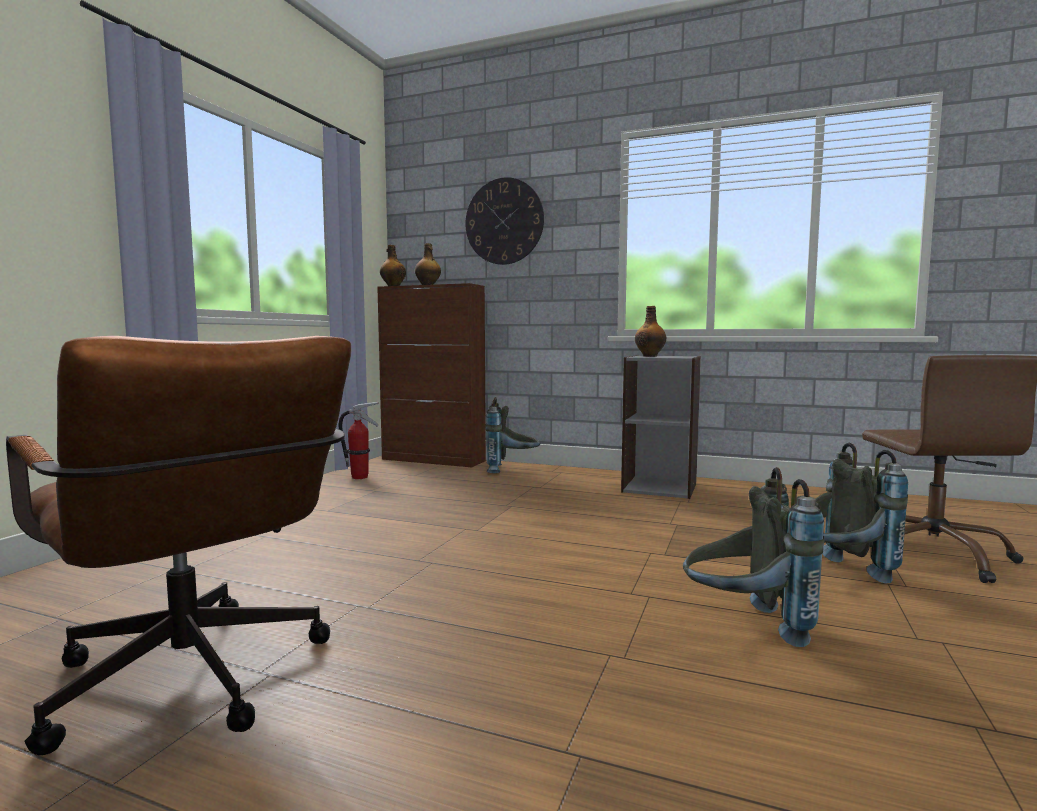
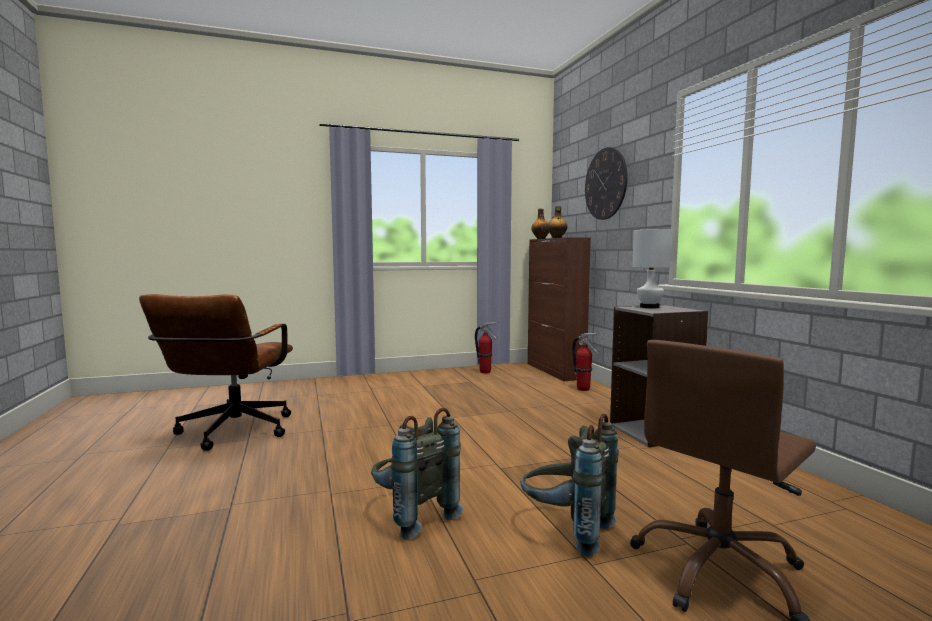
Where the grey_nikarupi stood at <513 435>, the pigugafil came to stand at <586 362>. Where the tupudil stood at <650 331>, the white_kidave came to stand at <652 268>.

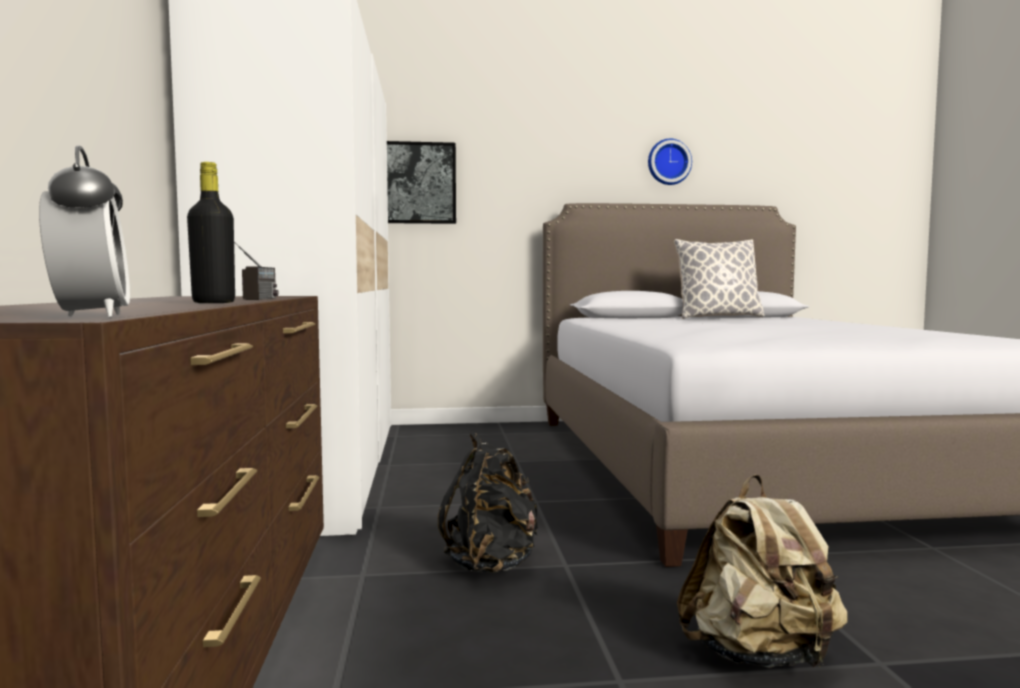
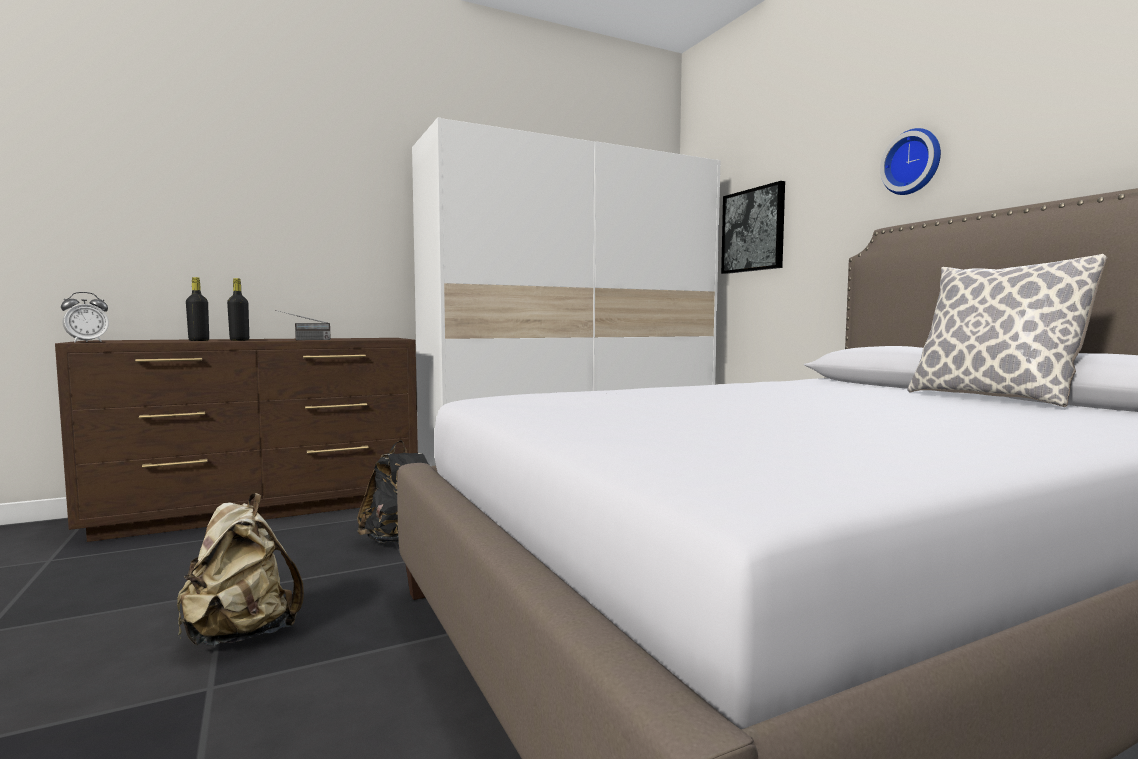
The second view gained the black_tupudil at <197 309>. The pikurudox ended up elsewhere, having gone from <670 162> to <910 161>.

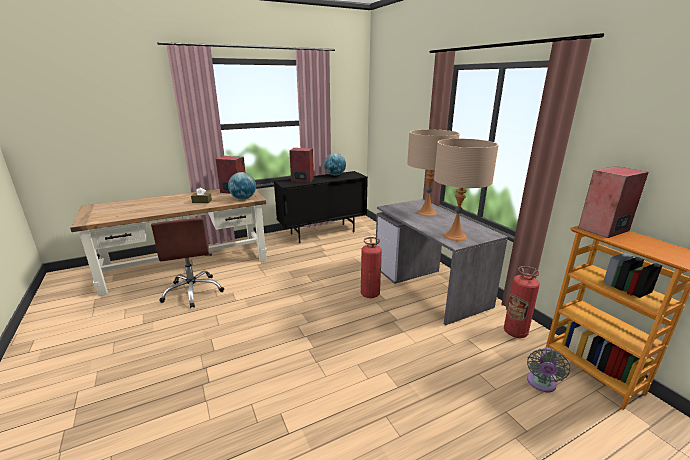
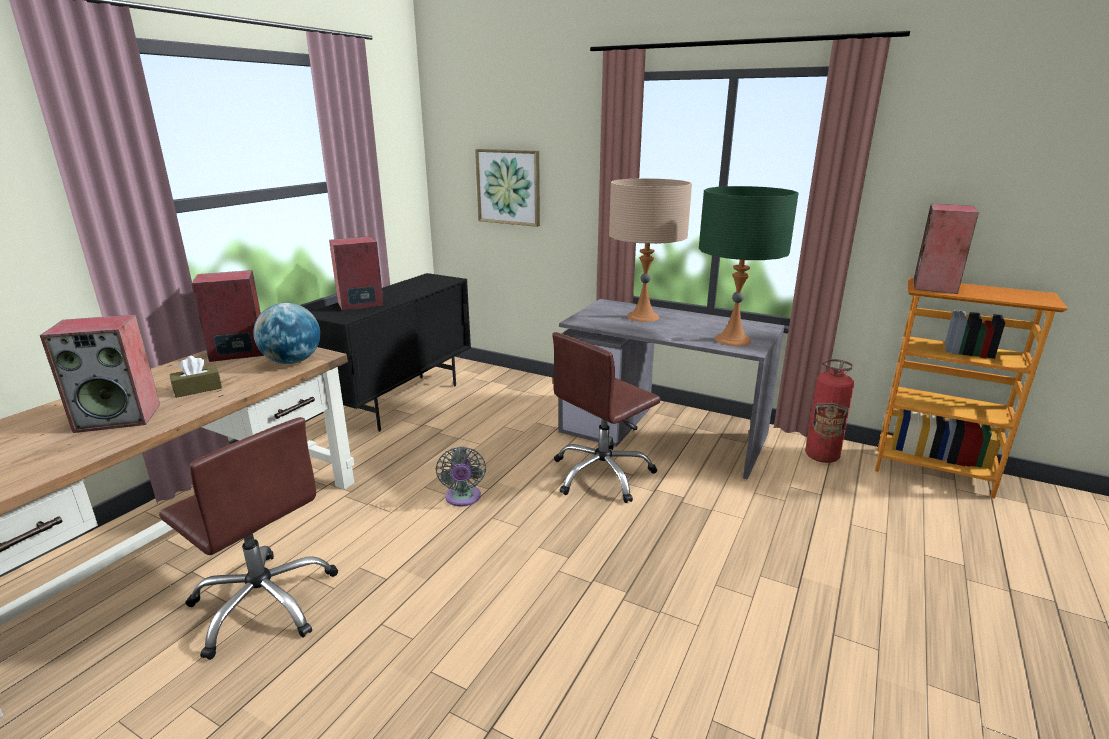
The second view lost the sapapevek at <335 164>. The second view gained the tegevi at <100 373>. The second view gained the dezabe at <507 188>. The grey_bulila ended up elsewhere, having gone from <548 369> to <460 476>. Where the pigugafil stood at <371 267>, the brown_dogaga came to stand at <606 417>. What was the beige_kidave at <466 190> turned into the green_kidave at <749 266>.

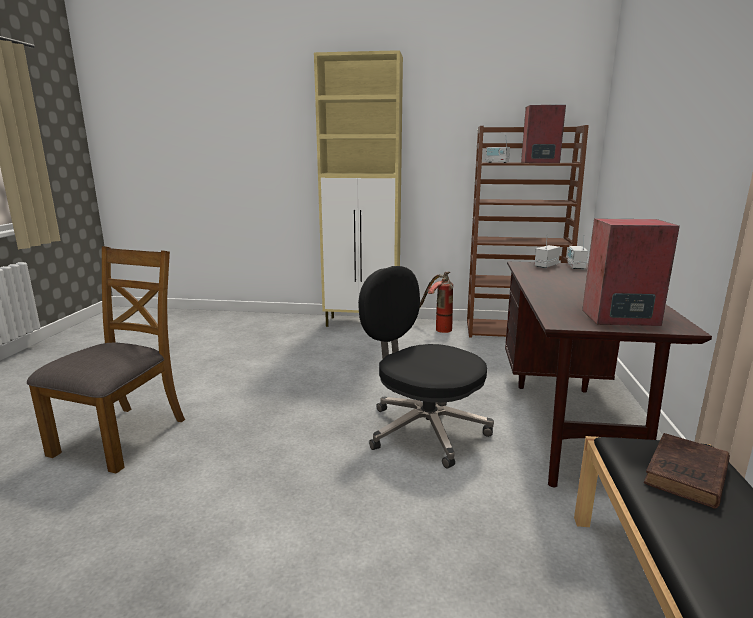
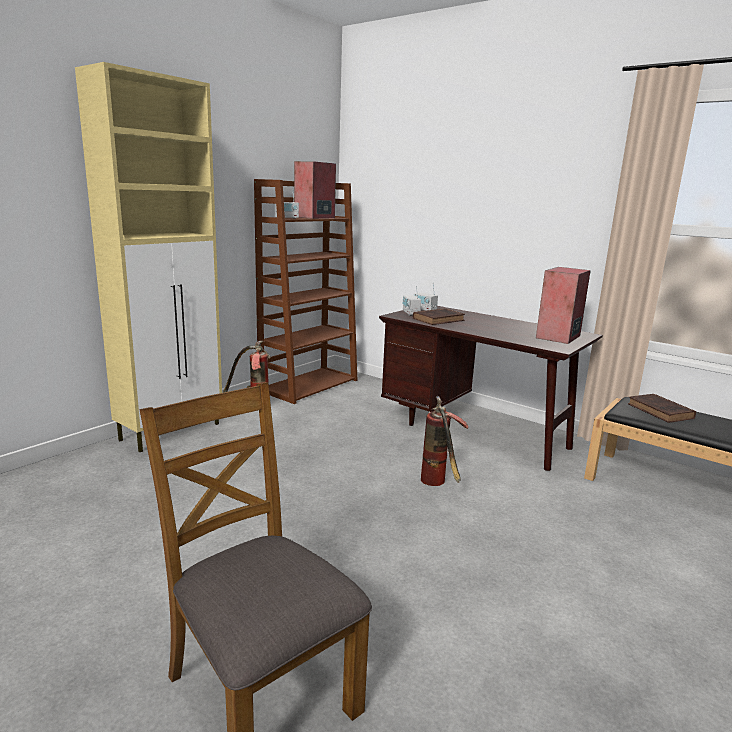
The second view gained the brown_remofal at <439 316>. Where the black_dogaga stood at <426 367>, the pigugafil came to stand at <444 441>.

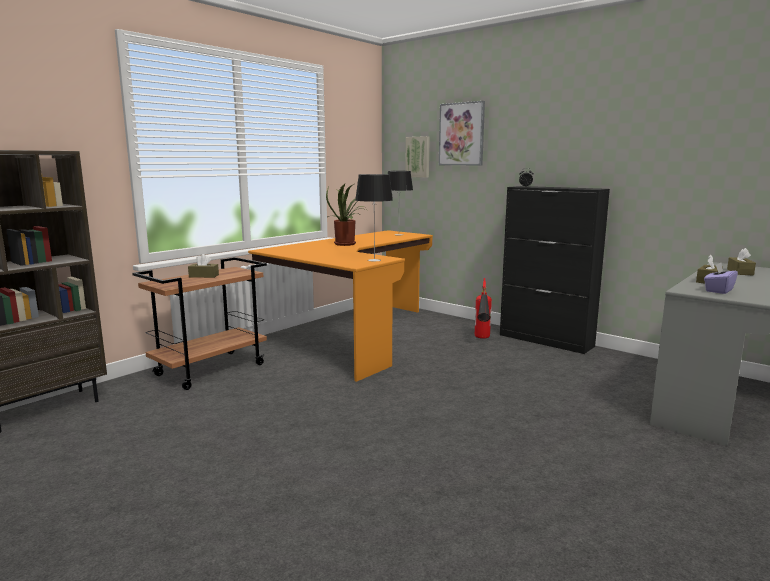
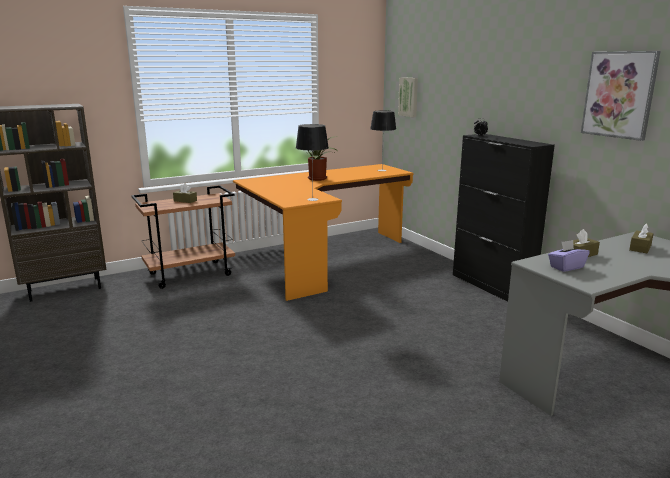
The second view lost the pigugafil at <483 308>. The dezabe ended up elsewhere, having gone from <462 133> to <621 96>.

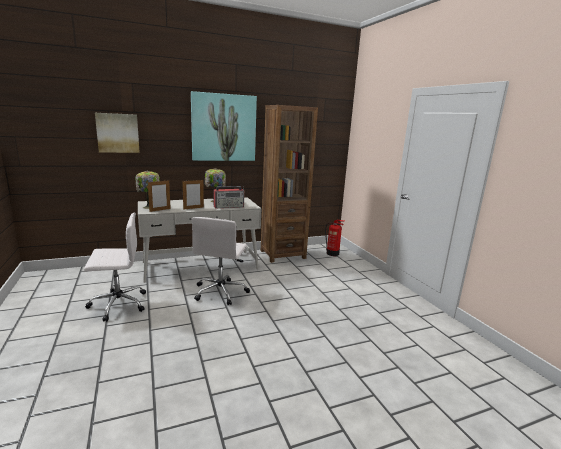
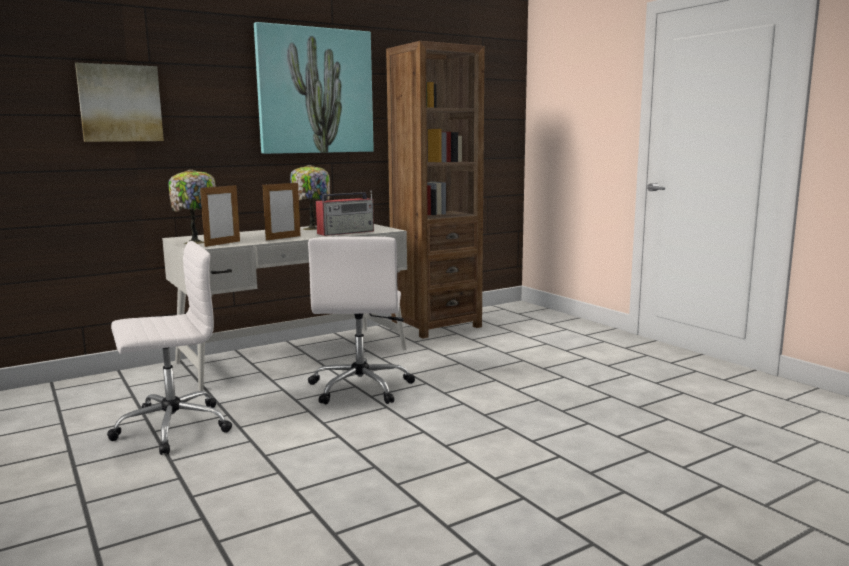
The second view lost the pigugafil at <334 238>.

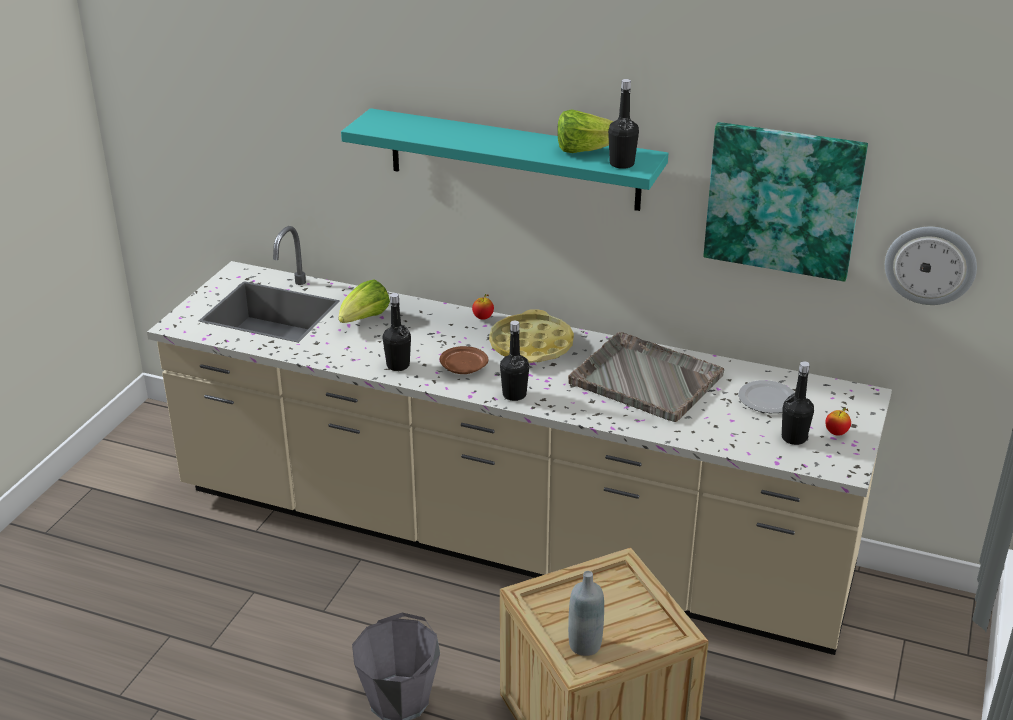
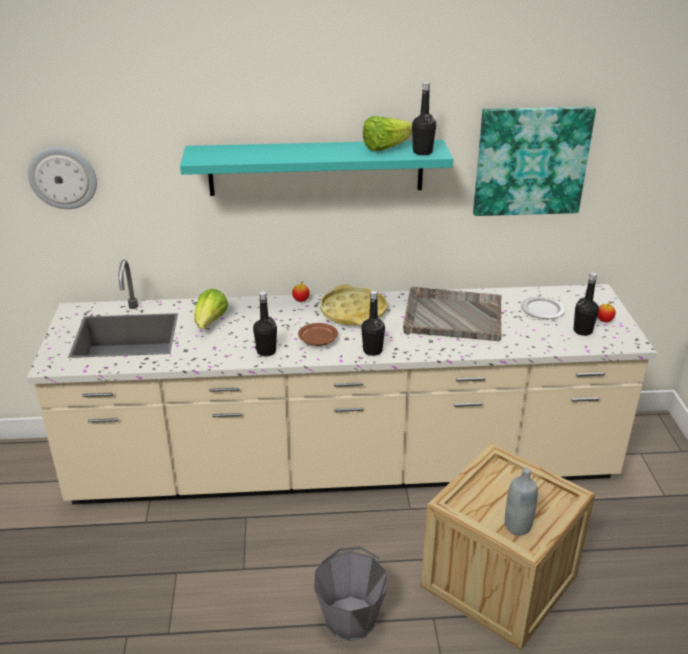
The pikurudox ended up elsewhere, having gone from <931 266> to <62 178>.

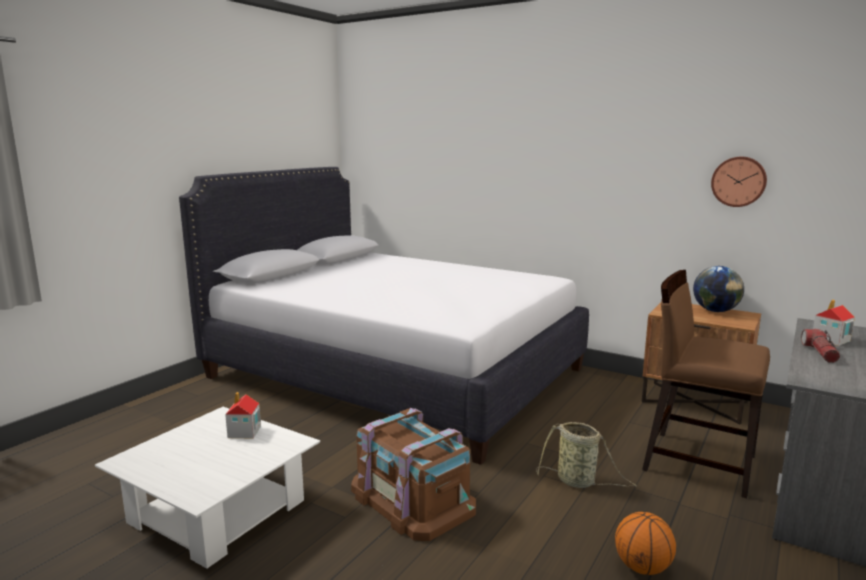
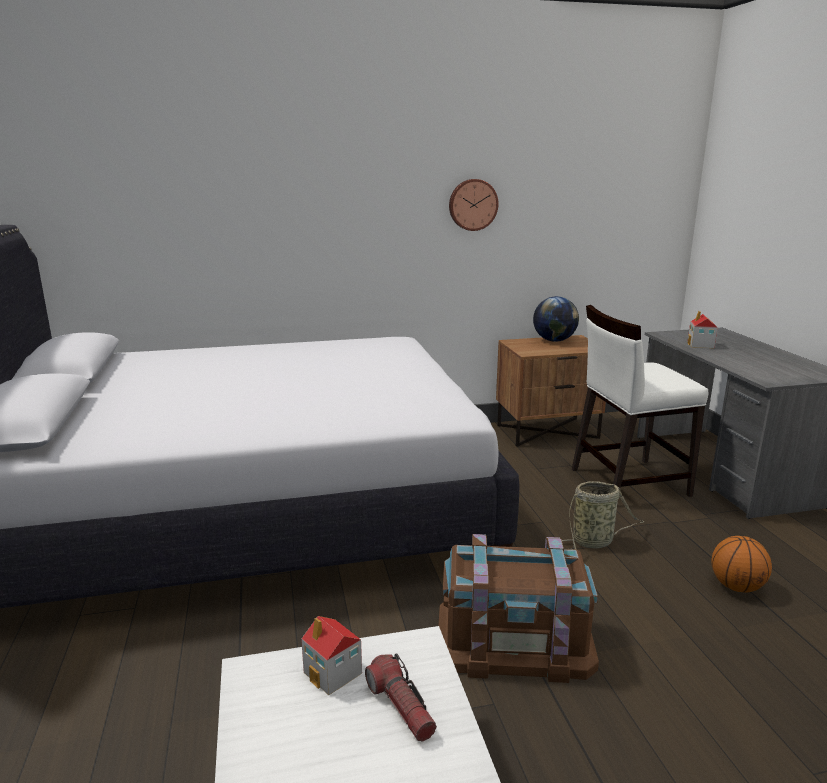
The pikurudox ended up elsewhere, having gone from <739 182> to <474 205>. The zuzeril ended up elsewhere, having gone from <820 346> to <401 697>. What was the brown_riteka at <706 384> turned into the white_riteka at <640 401>.

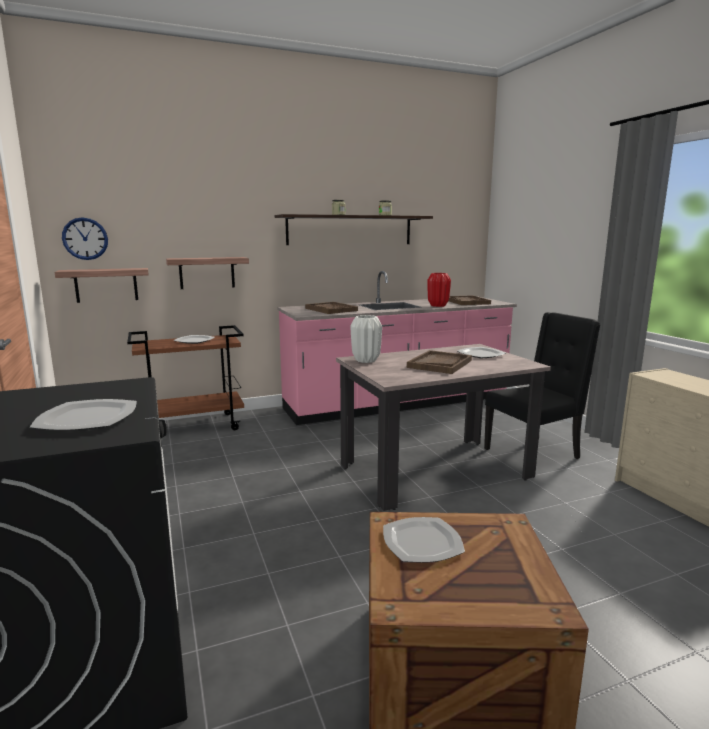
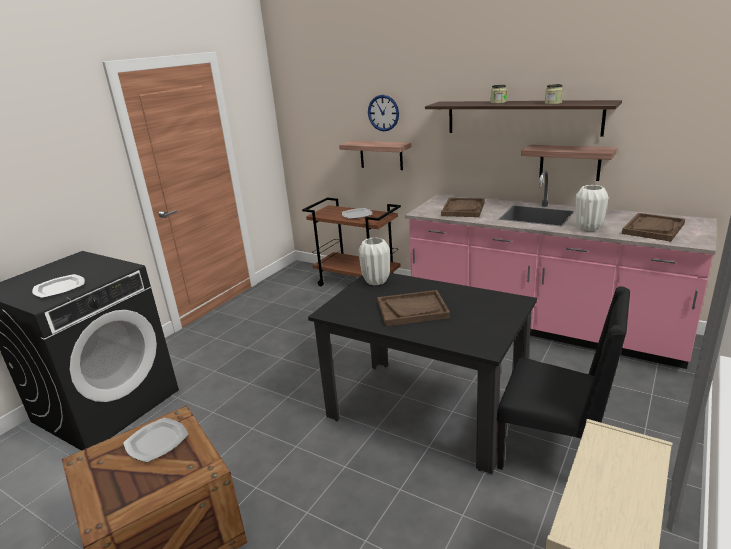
The second view lost the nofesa at <481 352>. The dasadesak ended up elsewhere, having gone from <102 285> to <569 163>. The pikurudox ended up elsewhere, having gone from <85 238> to <383 113>. What was the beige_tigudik at <443 427> turned into the black_tigudik at <422 373>. What was the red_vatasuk at <439 290> turned into the white_vatasuk at <591 208>.

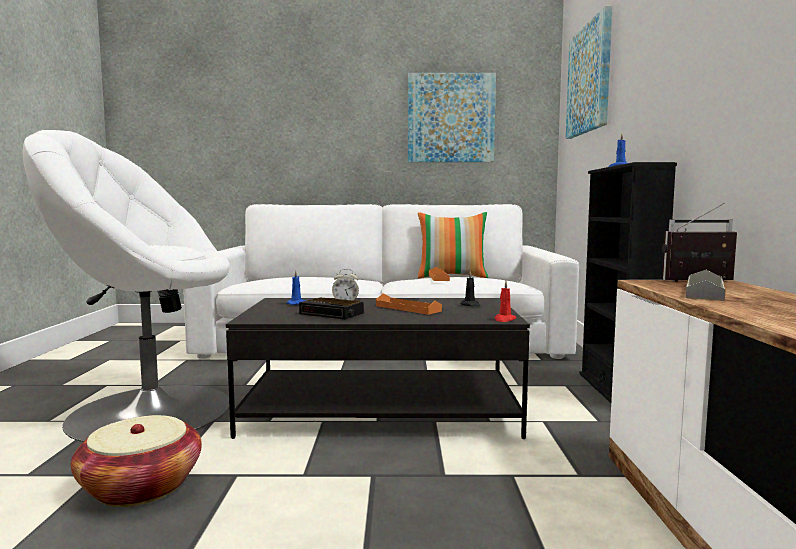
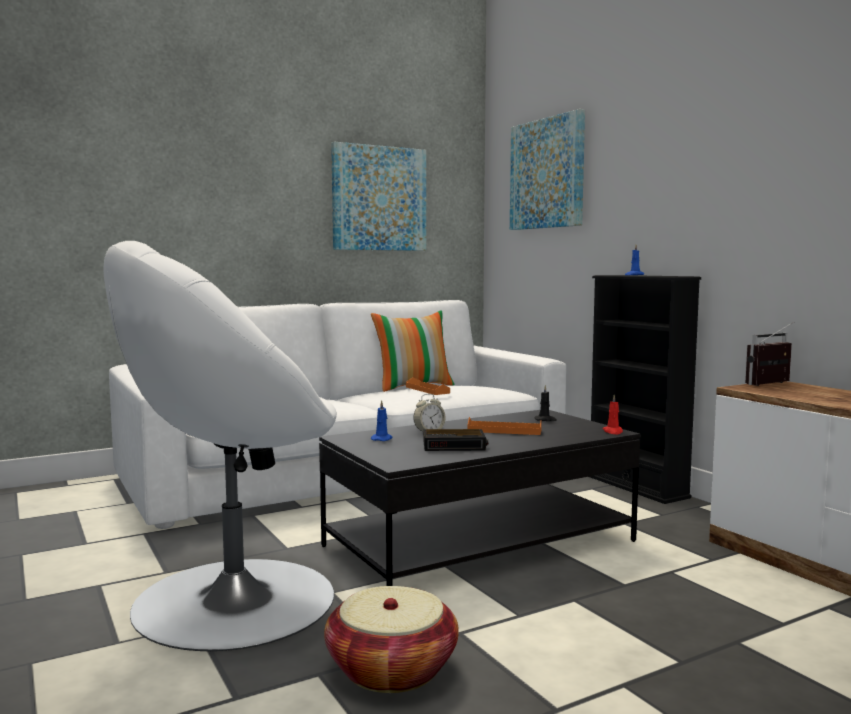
The second view lost the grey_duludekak at <705 285>.

